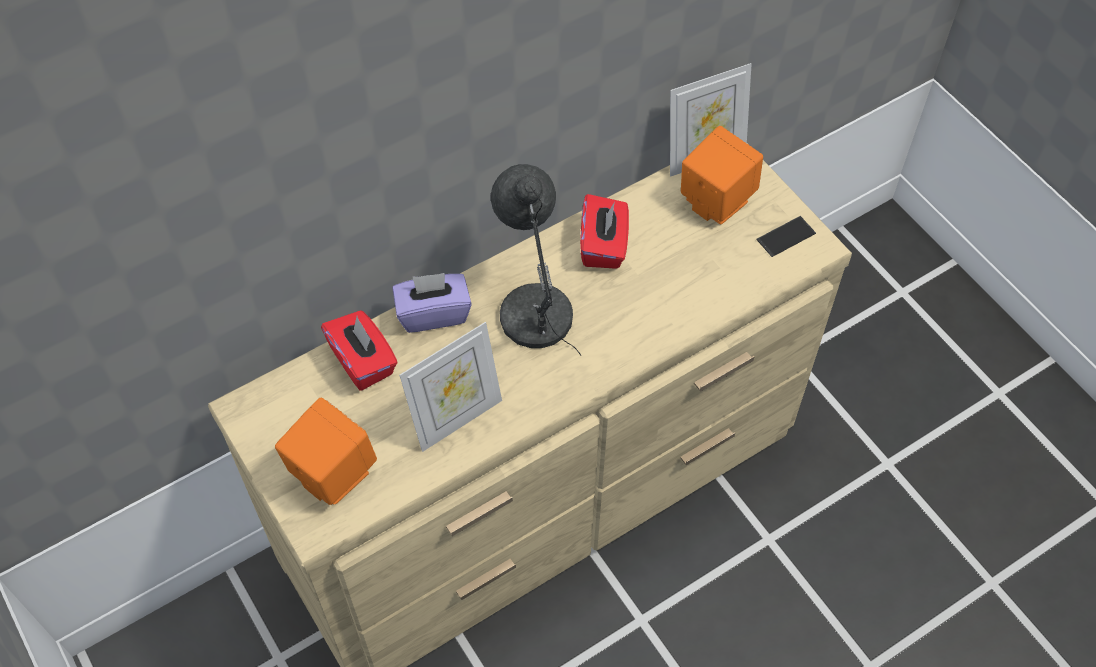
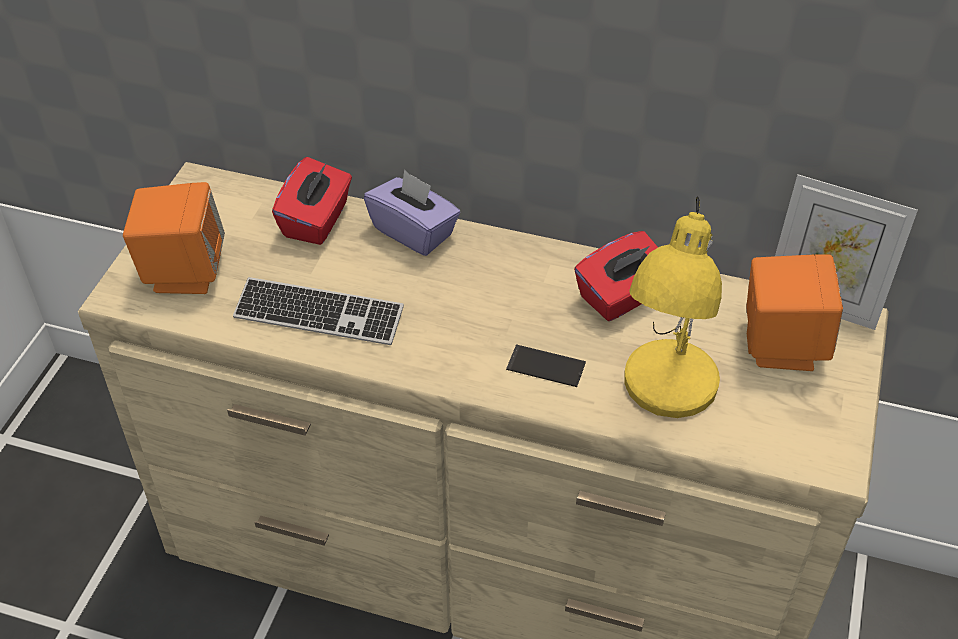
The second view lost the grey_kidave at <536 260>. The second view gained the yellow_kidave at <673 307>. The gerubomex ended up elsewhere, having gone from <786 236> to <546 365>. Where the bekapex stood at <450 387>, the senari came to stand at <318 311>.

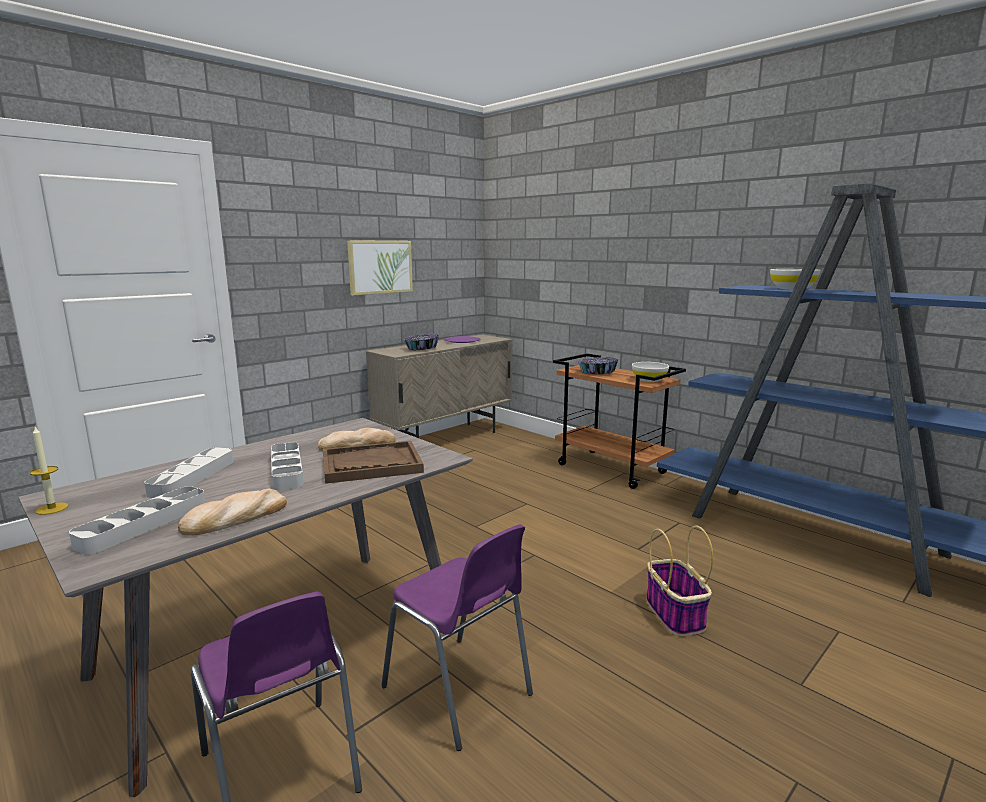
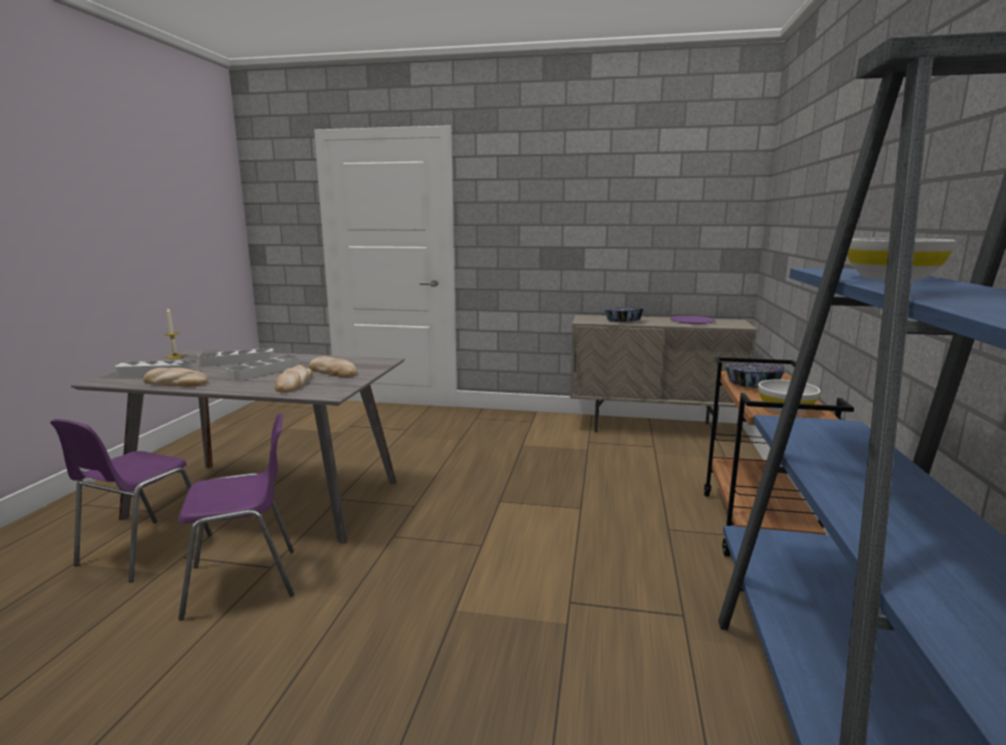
The second view lost the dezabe at <380 267>. The second view lost the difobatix at <679 580>. Where the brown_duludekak stood at <373 462>, the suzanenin came to stand at <294 379>. The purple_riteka at <457 637> ended up facing another way, 120 degrees counterclockwise from before.

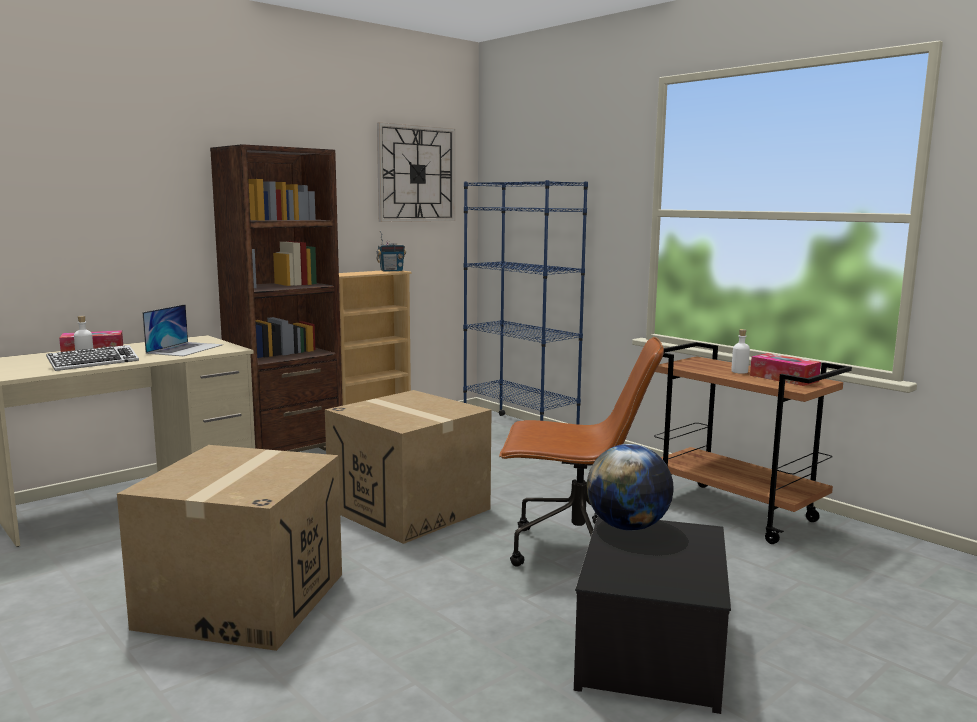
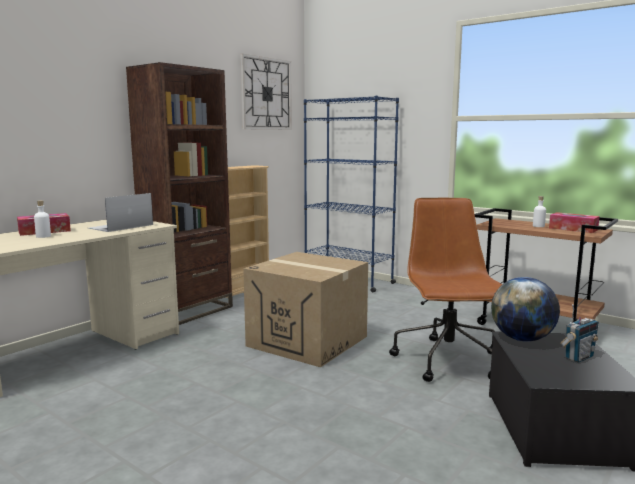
The second view lost the senari at <92 358>. The second view lost the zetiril at <229 548>. The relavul ended up elsewhere, having gone from <391 251> to <579 333>. The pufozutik at <182 330> ended up facing another way, 150 degrees counterclockwise from before. The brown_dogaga at <581 451> ended up facing another way, 90 degrees counterclockwise from before.

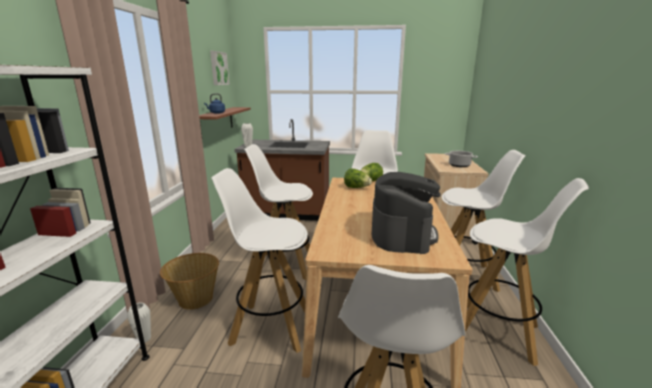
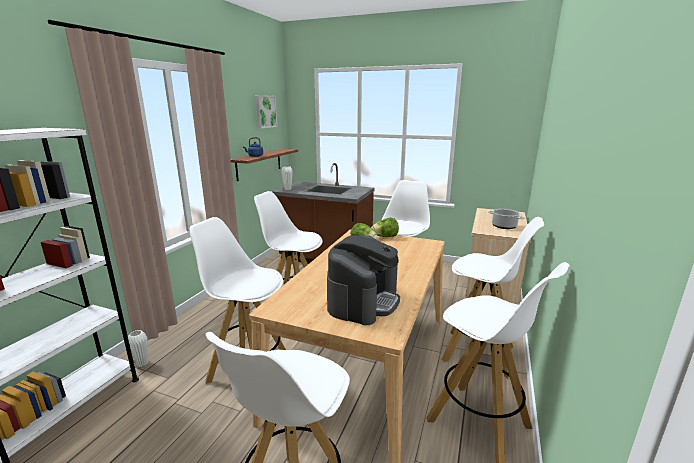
The second view lost the difobatix at <189 281>.

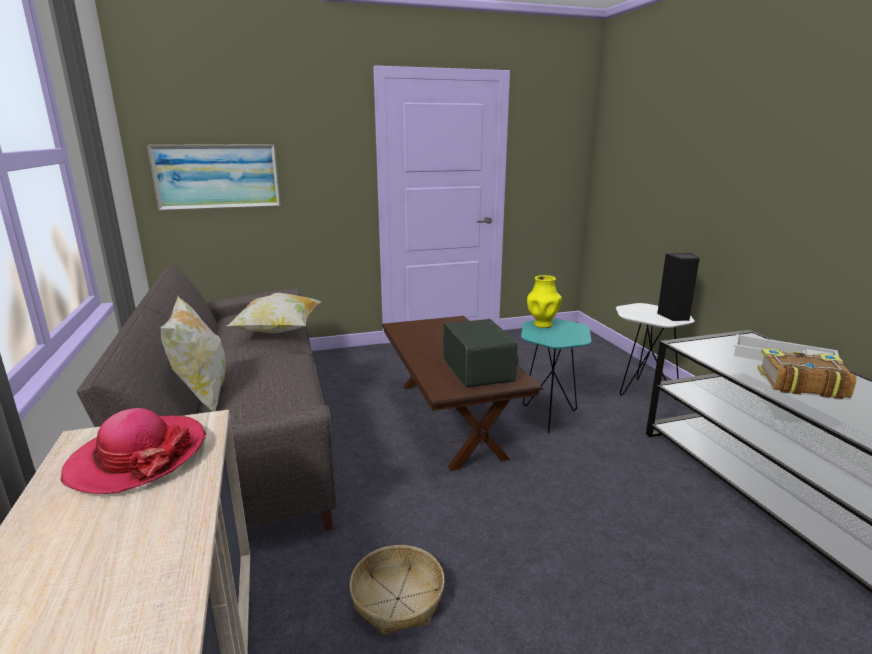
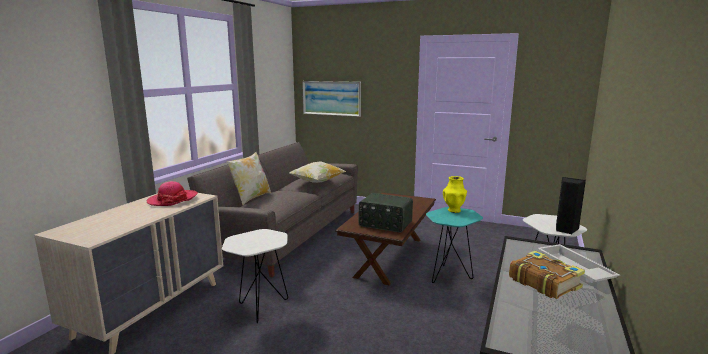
Where the difobatix stood at <397 590>, the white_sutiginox came to stand at <255 276>. The relavul at <481 353> ended up facing another way, 90 degrees clockwise from before.

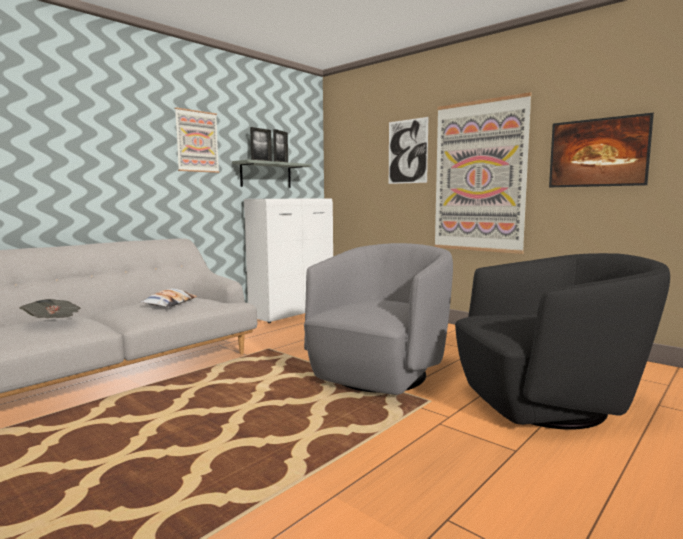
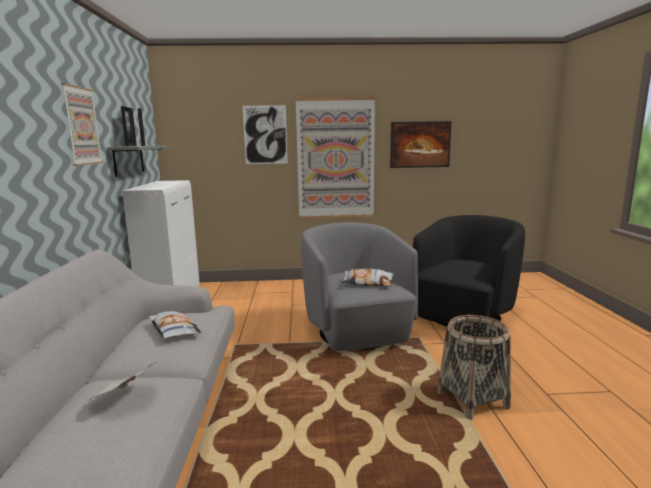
The second view gained the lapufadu at <367 277>. The second view gained the difobatix at <474 367>.

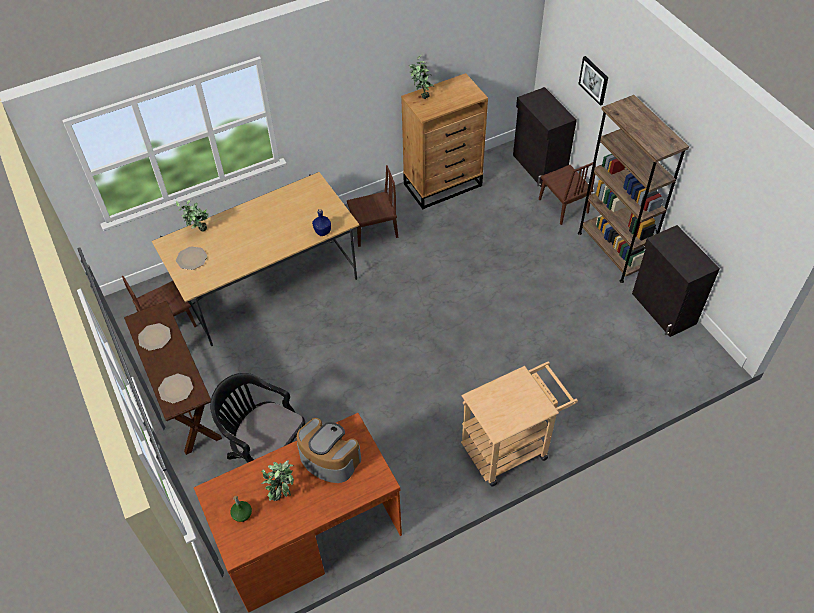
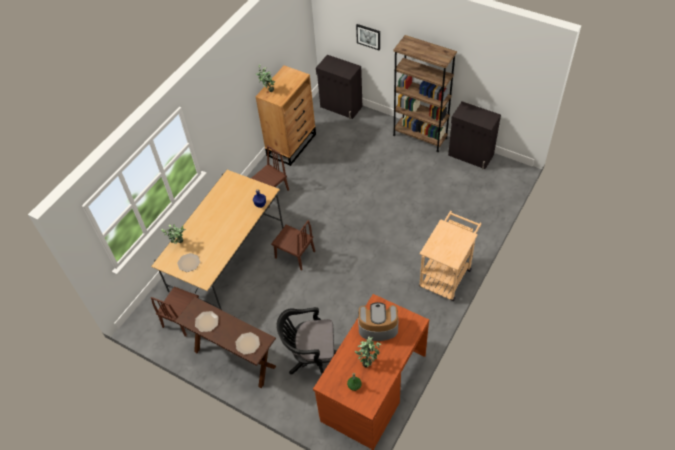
The brown_riteka ended up elsewhere, having gone from <567 193> to <293 245>.

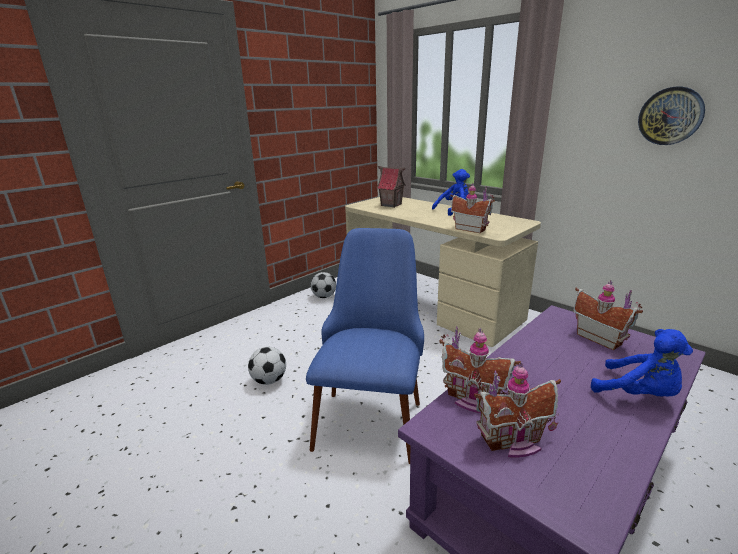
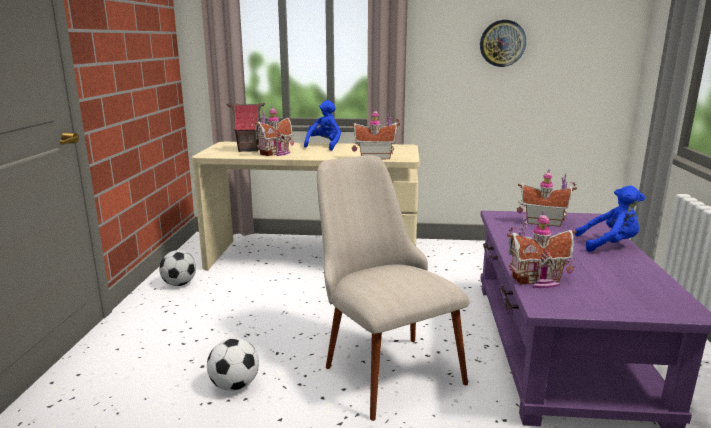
The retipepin ended up elsewhere, having gone from <517 410> to <274 130>. What was the blue_riteka at <365 346> turned into the beige_riteka at <393 288>.

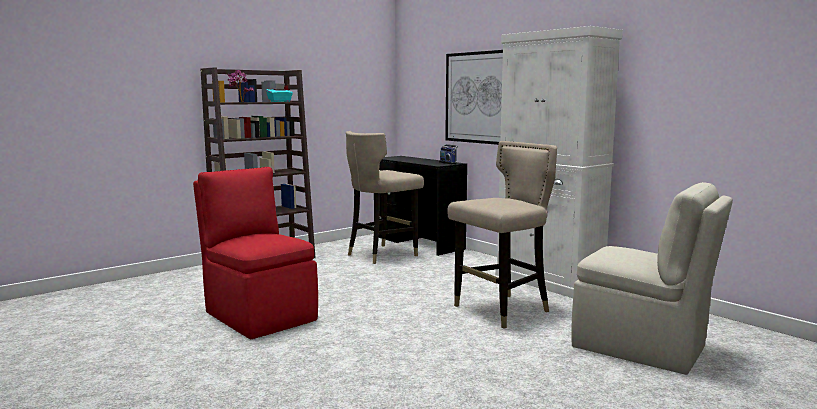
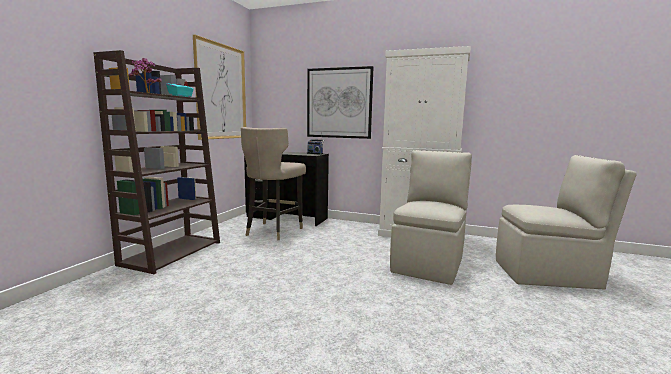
The second view lost the red_riteka at <255 253>. The second view gained the dezabe at <219 87>. Where the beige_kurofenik stood at <502 235>, the beige_riteka came to stand at <431 217>.

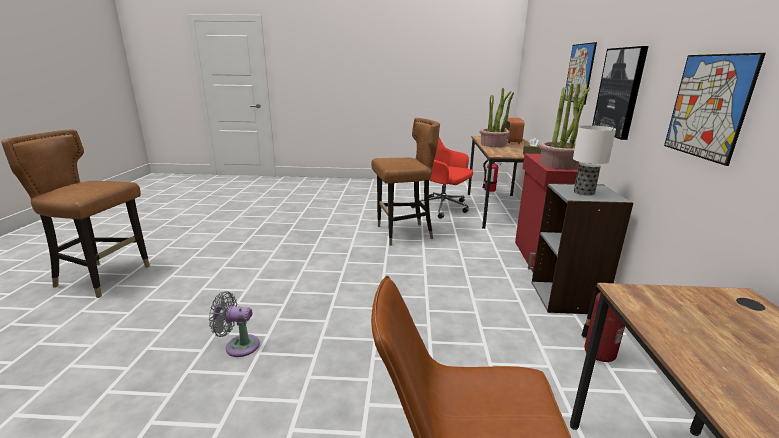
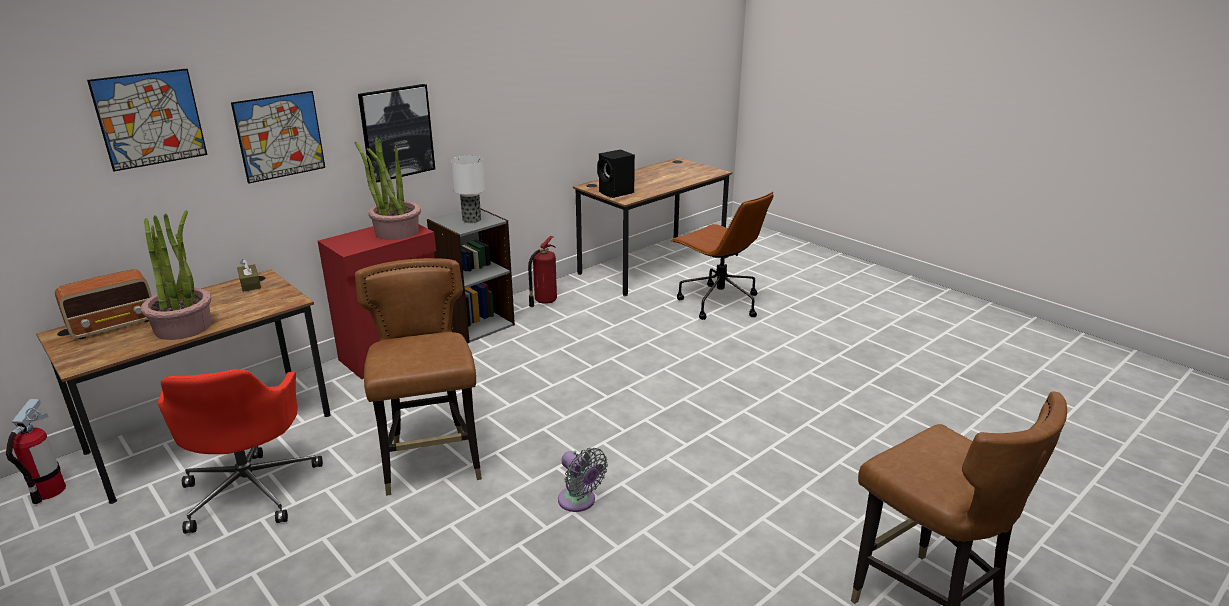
The second view gained the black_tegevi at <616 173>. The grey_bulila ended up elsewhere, having gone from <234 324> to <583 480>. The dezabe ended up elsewhere, having gone from <715 109> to <147 120>. The brown_riteka at <405 182> ended up facing another way, 45 degrees clockwise from before.

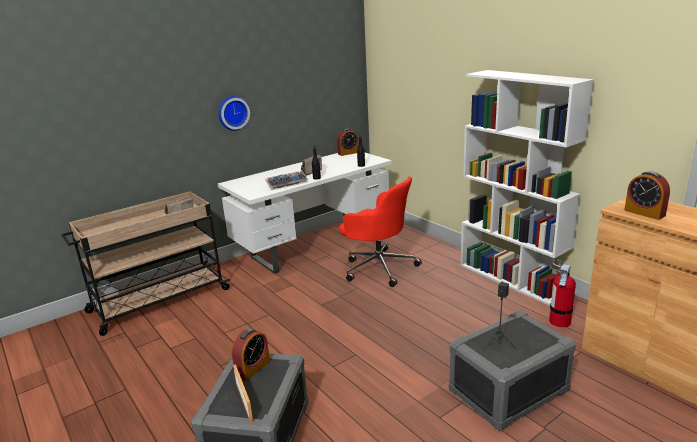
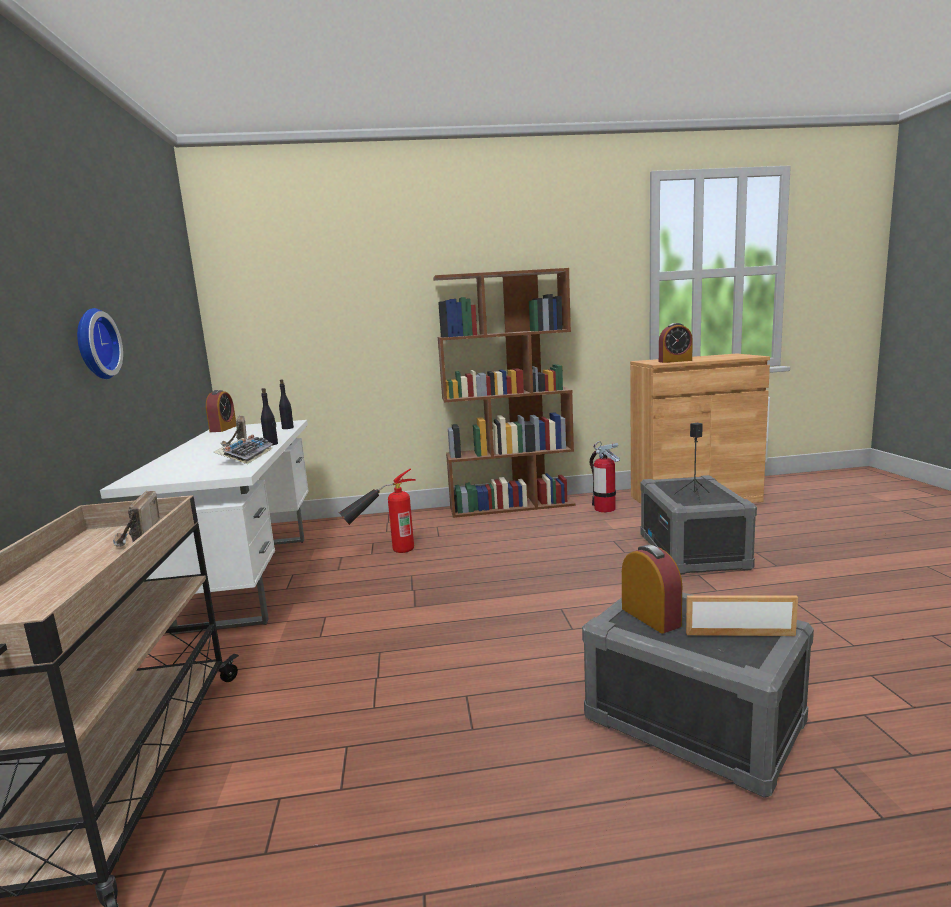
Where the red_dogaga stood at <380 231>, the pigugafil came to stand at <377 510>. What was the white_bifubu at <527 188> turned into the brown_bifubu at <504 393>.

